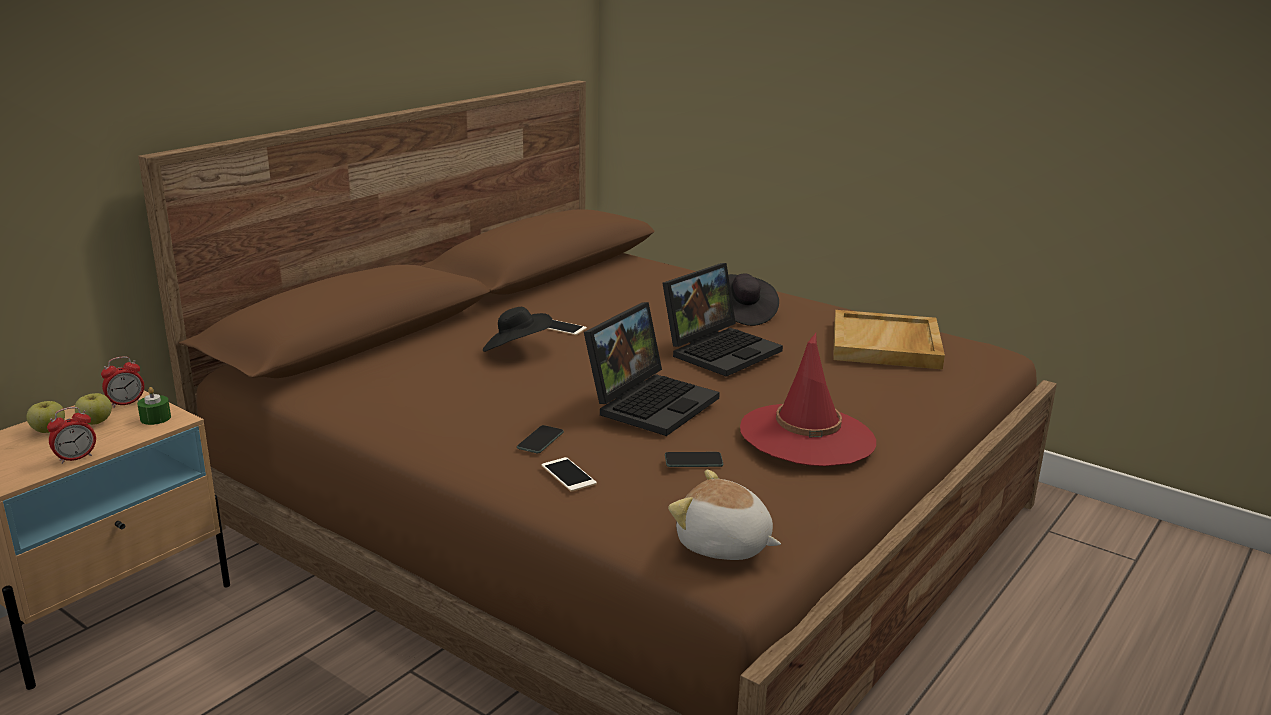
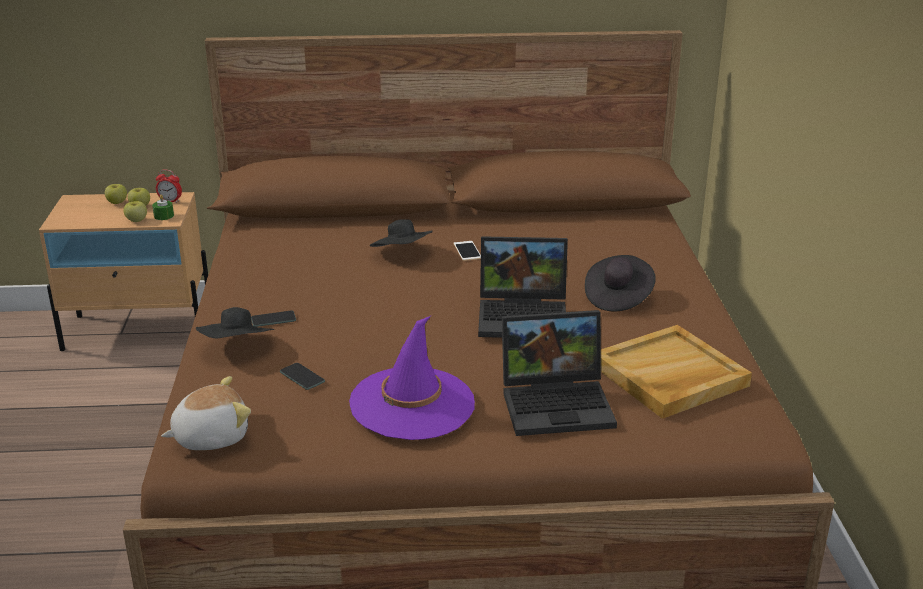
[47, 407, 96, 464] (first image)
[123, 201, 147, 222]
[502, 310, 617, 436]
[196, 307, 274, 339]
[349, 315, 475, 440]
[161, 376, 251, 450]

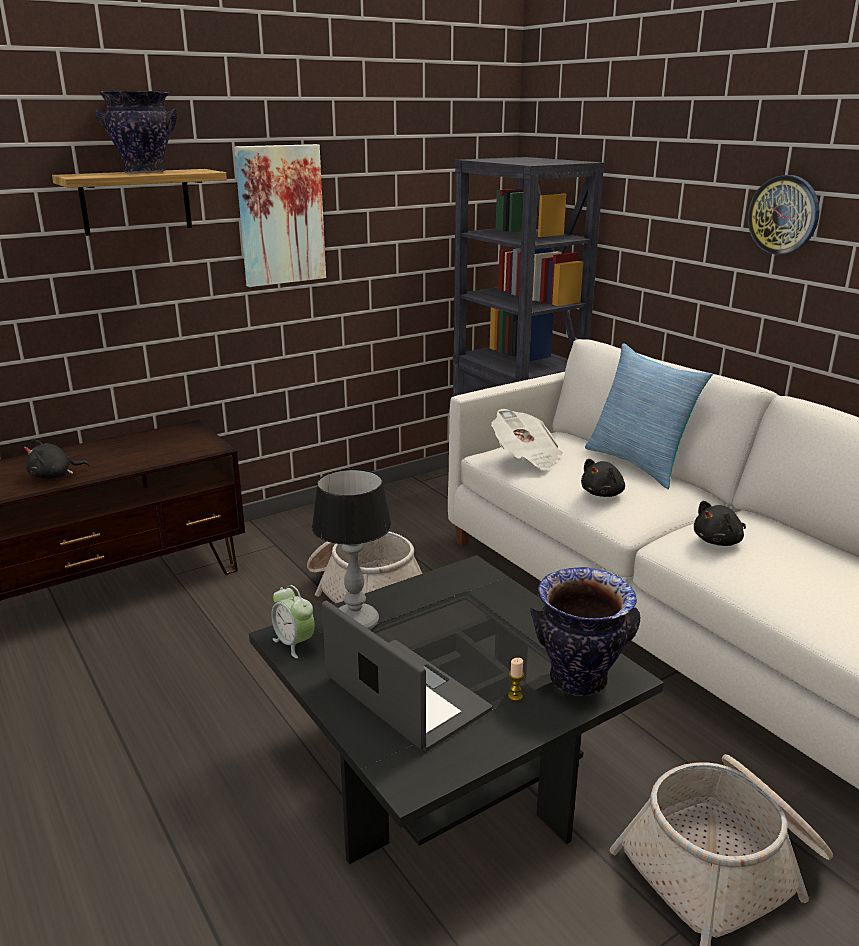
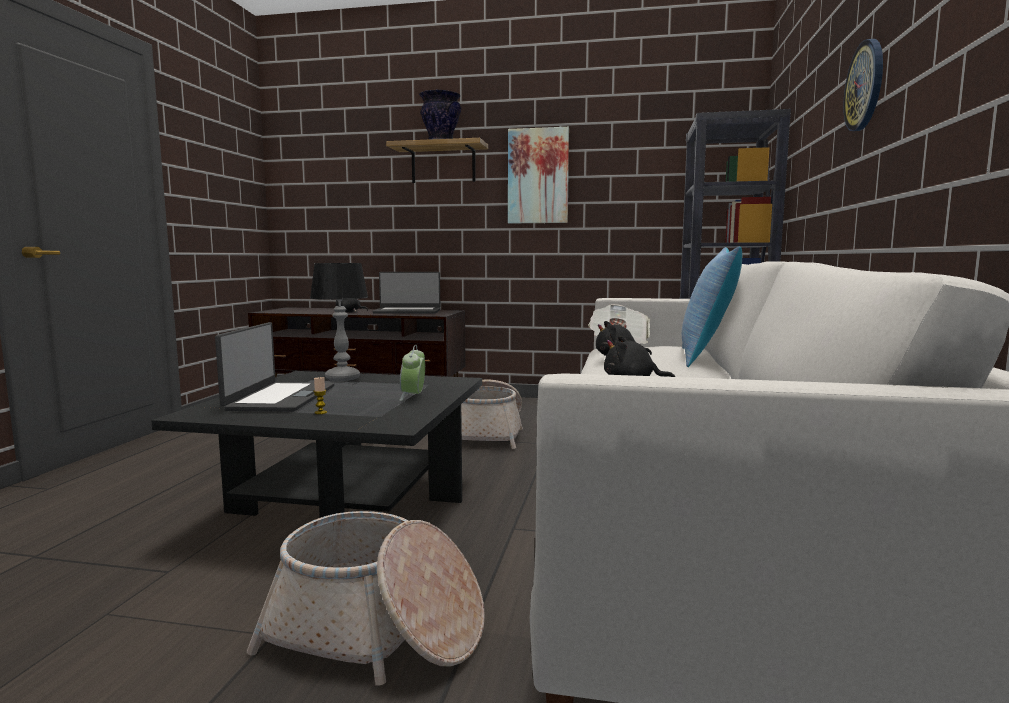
[530, 567, 640, 696] (first image)
[373, 272, 440, 313]
[399, 345, 425, 401]

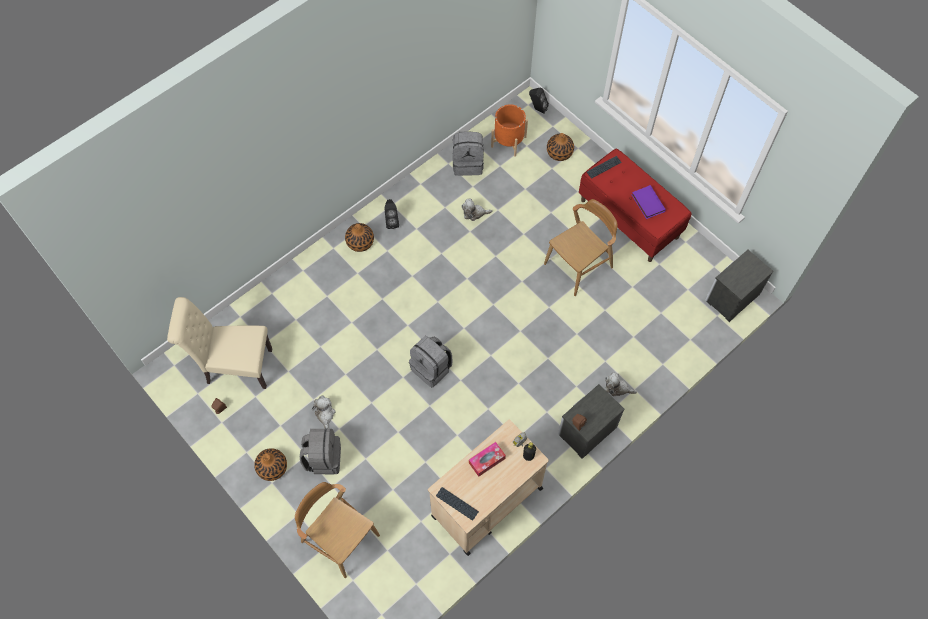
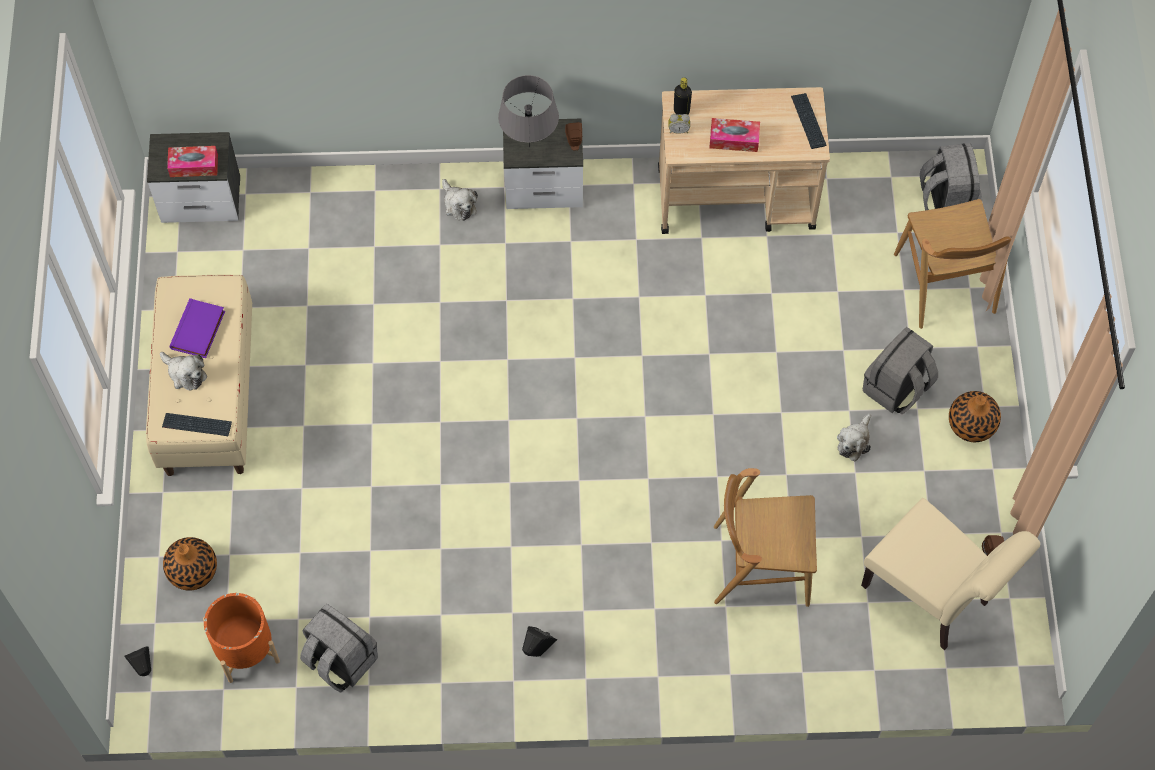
[345, 223, 374, 252] (first image)
[167, 146, 218, 177]
[498, 75, 559, 147]
[920, 143, 982, 211]
[160, 352, 207, 391]
[714, 468, 817, 607]
[146, 274, 252, 476]

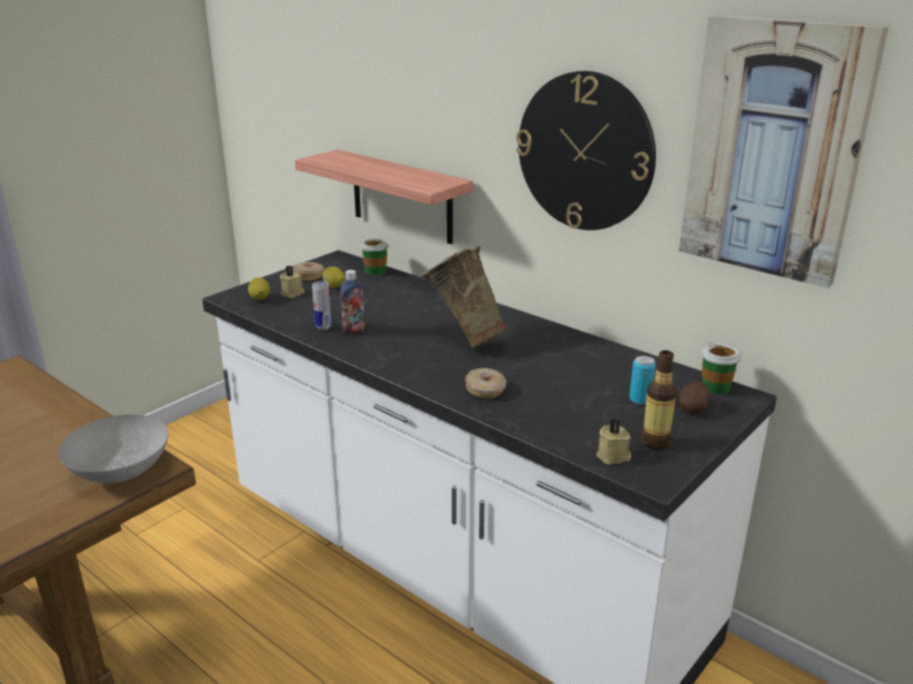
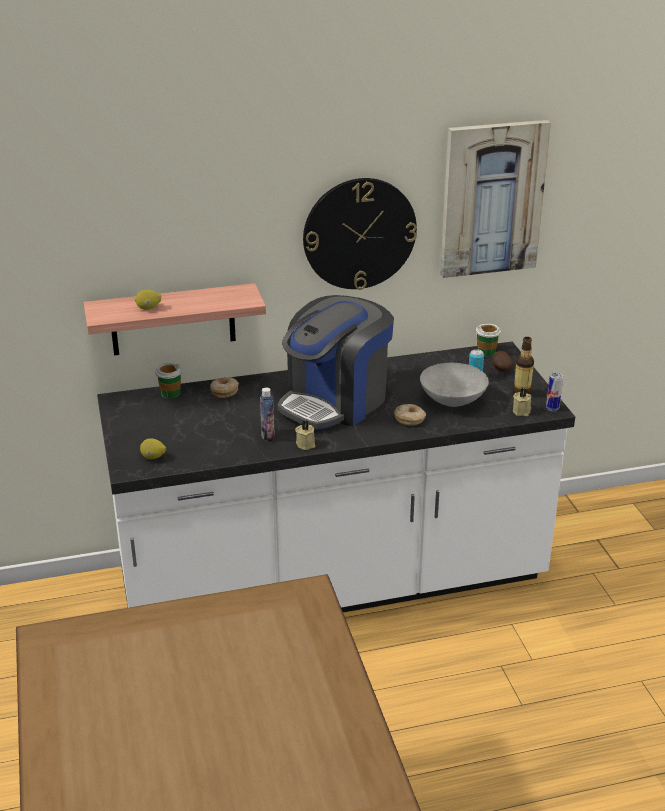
[420, 363, 489, 407]
[296, 421, 315, 450]
[210, 377, 239, 398]
[546, 372, 563, 411]
[134, 290, 161, 310]
[277, 295, 394, 430]

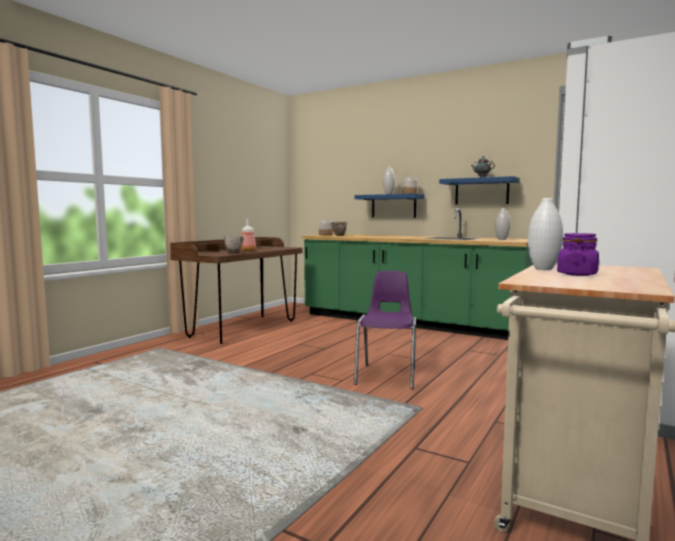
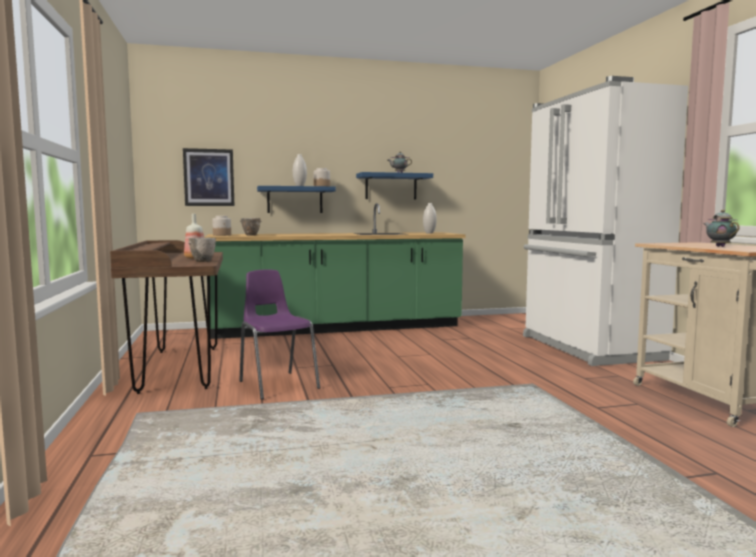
[528, 198, 563, 270] (first image)
[183, 148, 234, 206]
[239, 269, 320, 400]
[704, 210, 740, 247]

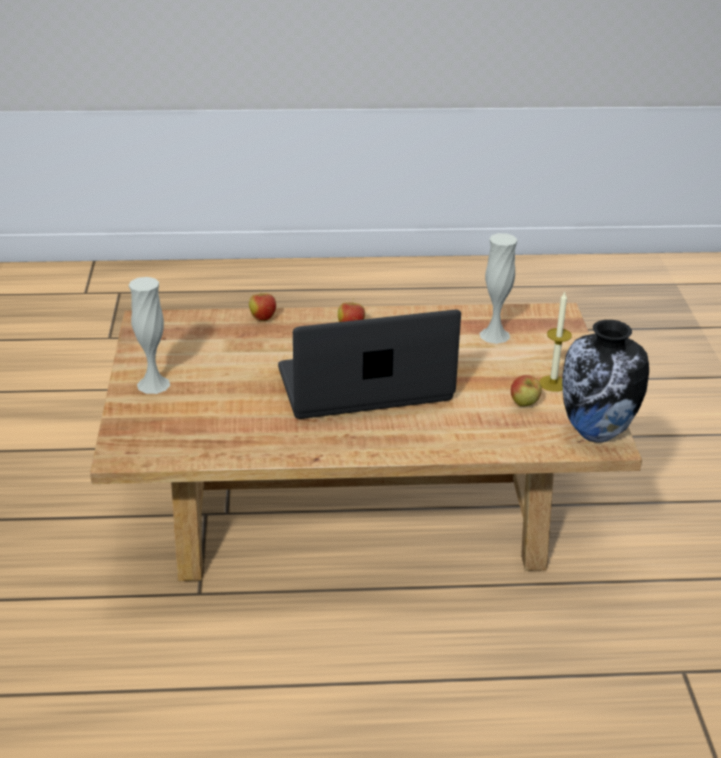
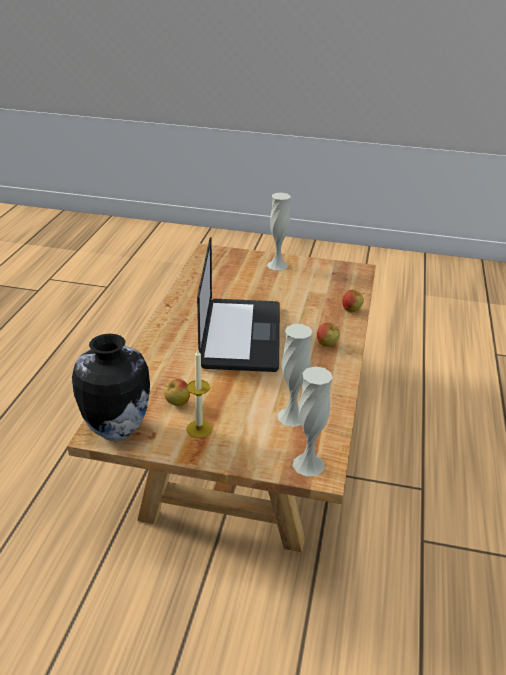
[293, 366, 333, 476]

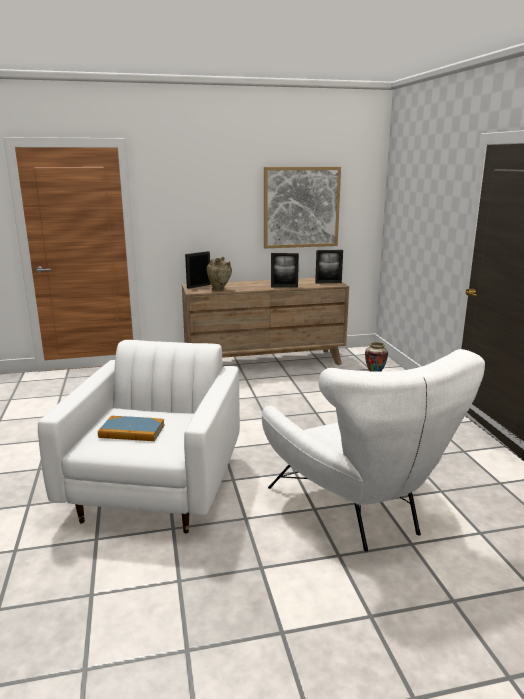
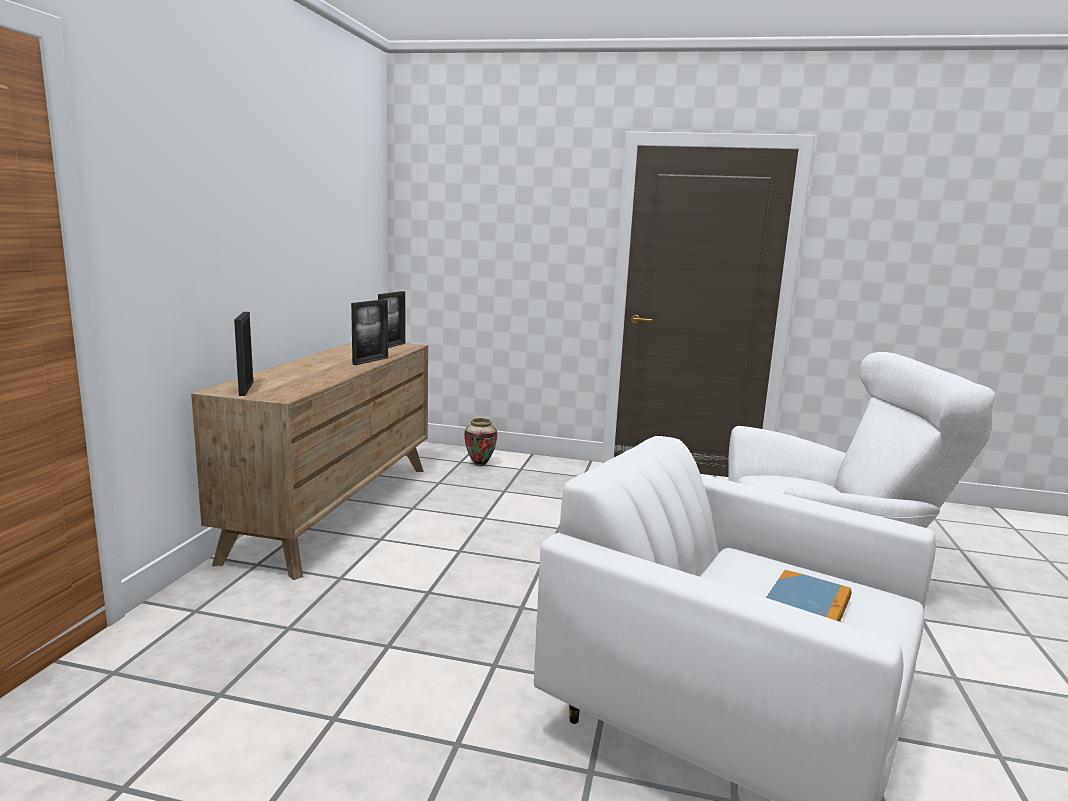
[207, 257, 232, 291] (first image)
[264, 167, 341, 248] (first image)

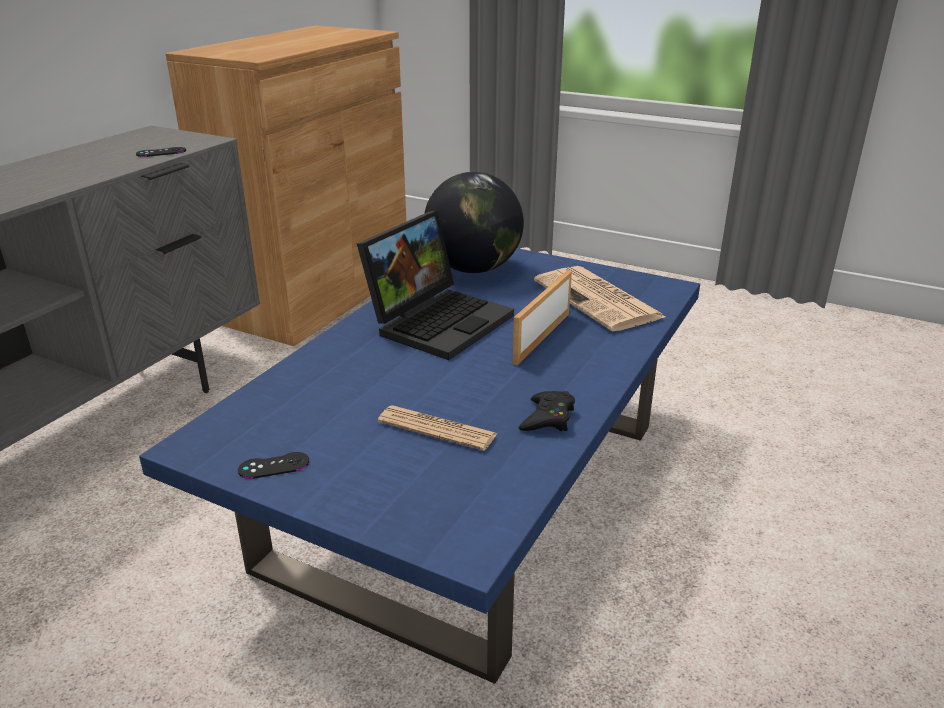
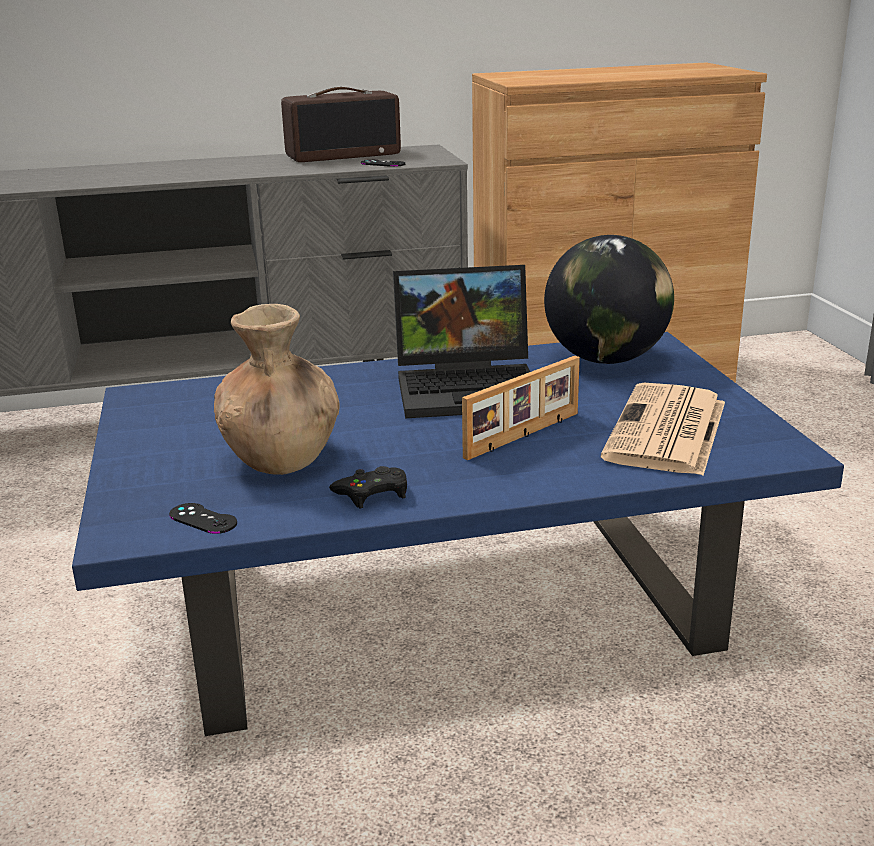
[281, 87, 401, 162]
[169, 503, 237, 534]
[214, 304, 340, 475]
[462, 356, 580, 460]

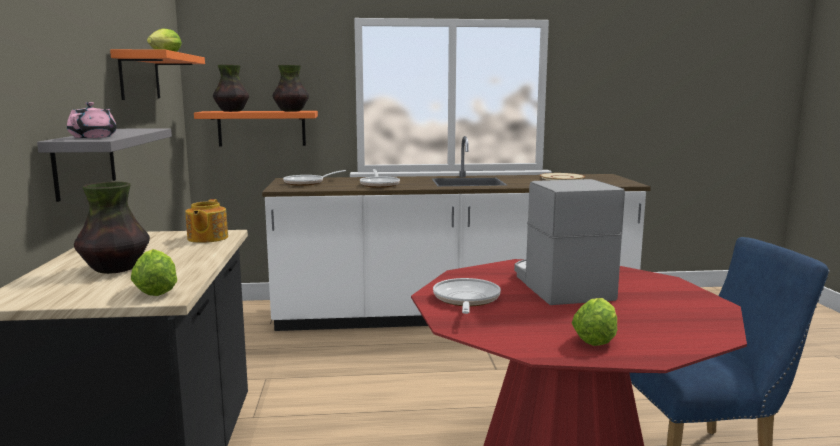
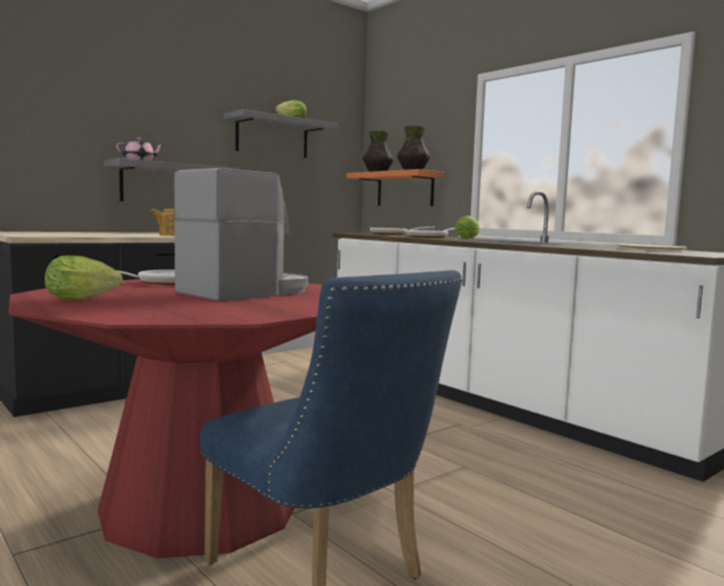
[74, 182, 150, 274] (first image)
[455, 216, 480, 239]
[224, 109, 337, 158]

